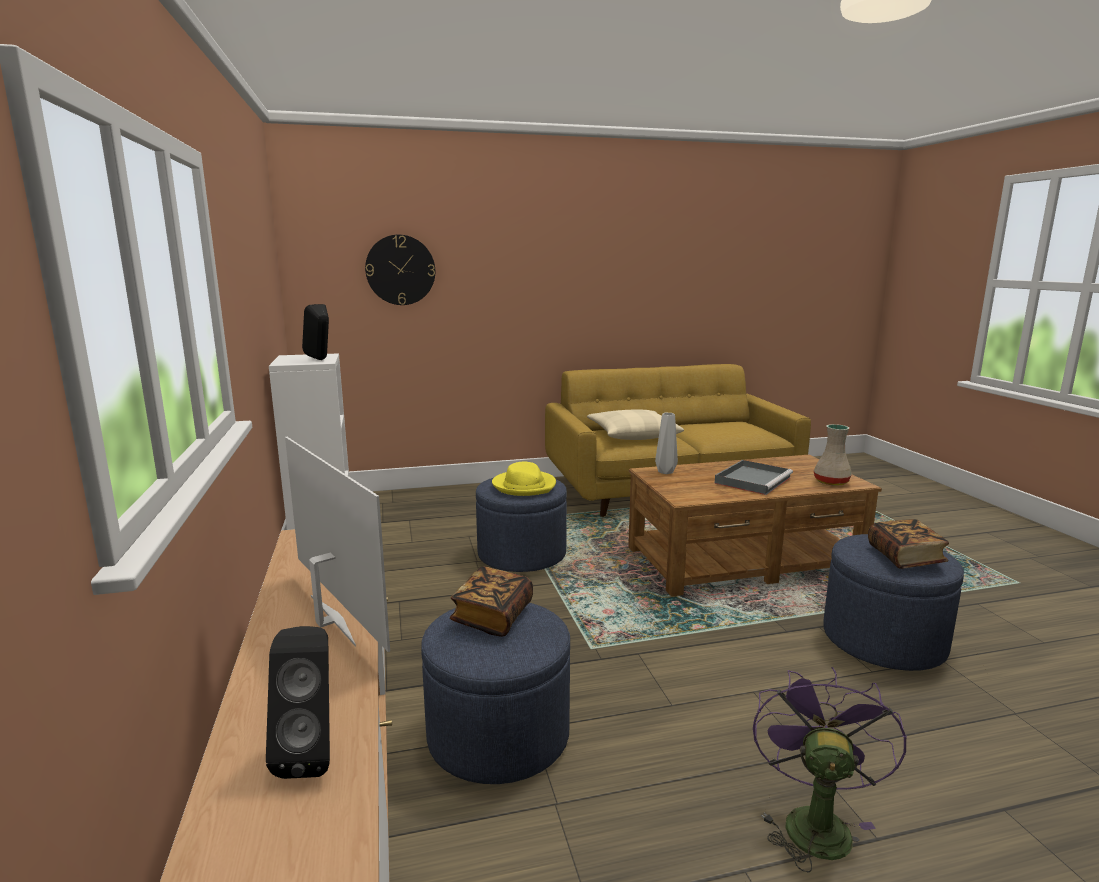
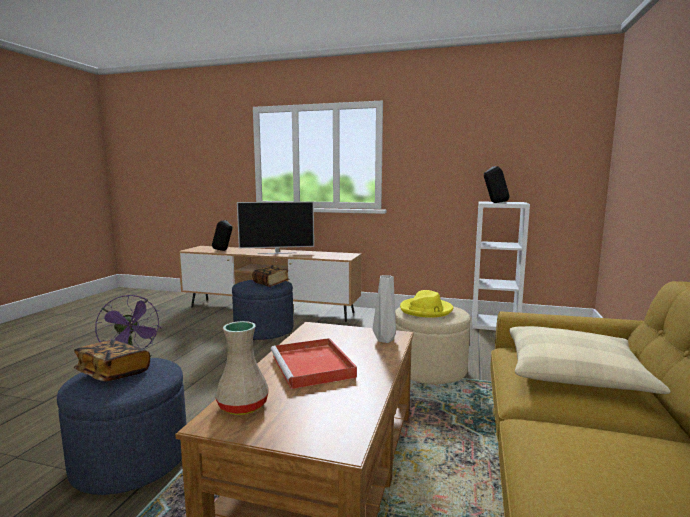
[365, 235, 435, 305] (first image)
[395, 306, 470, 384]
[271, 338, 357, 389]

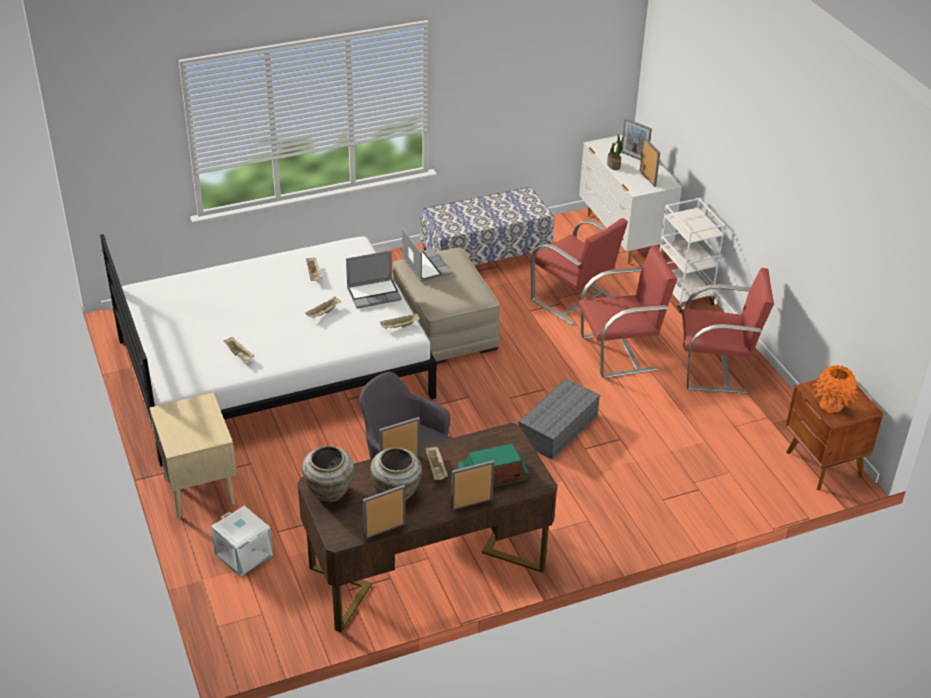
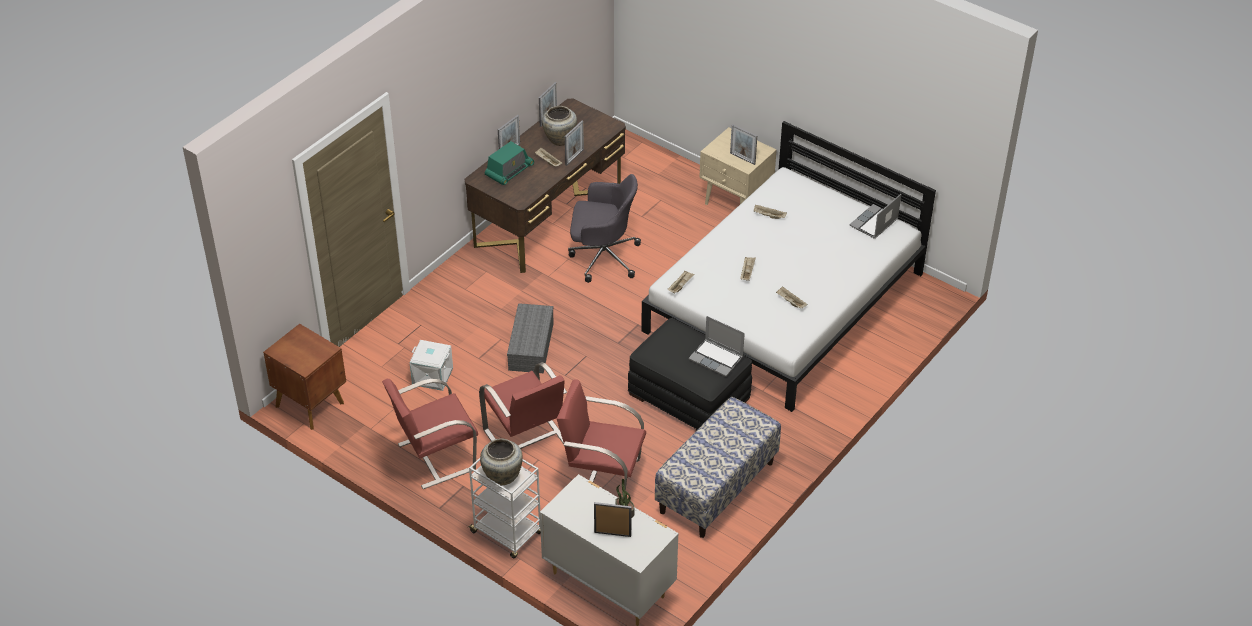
[812, 365, 858, 413] (first image)
[409, 340, 453, 391]
[480, 438, 523, 485]
[850, 194, 901, 239]
[730, 124, 757, 165]
[628, 318, 752, 431]
[479, 362, 567, 449]

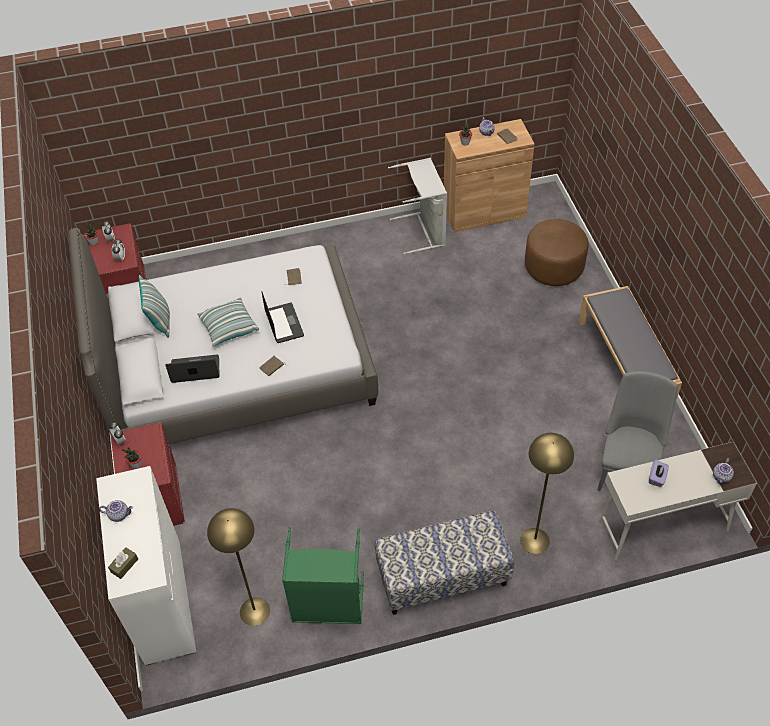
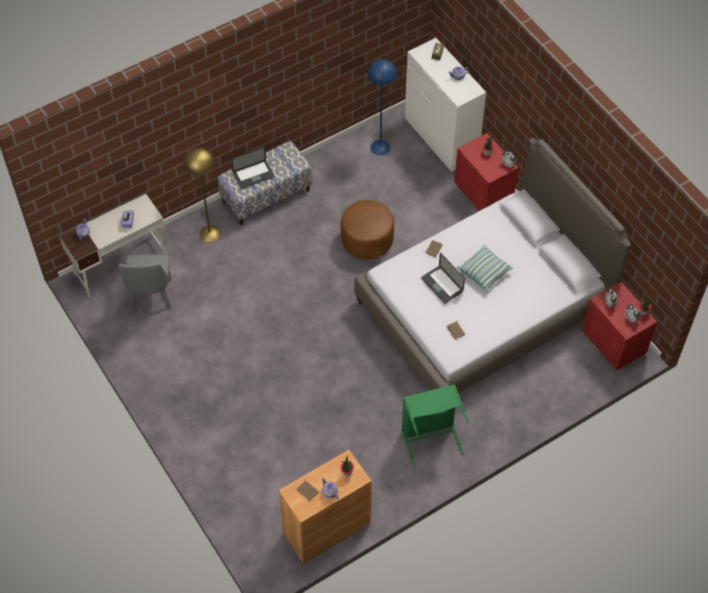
[139, 275, 170, 338] (first image)
[388, 158, 447, 254] (first image)
[578, 286, 682, 403] (first image)
[231, 147, 274, 189]
[401, 384, 468, 468]
[341, 200, 394, 259]
[368, 59, 397, 156]

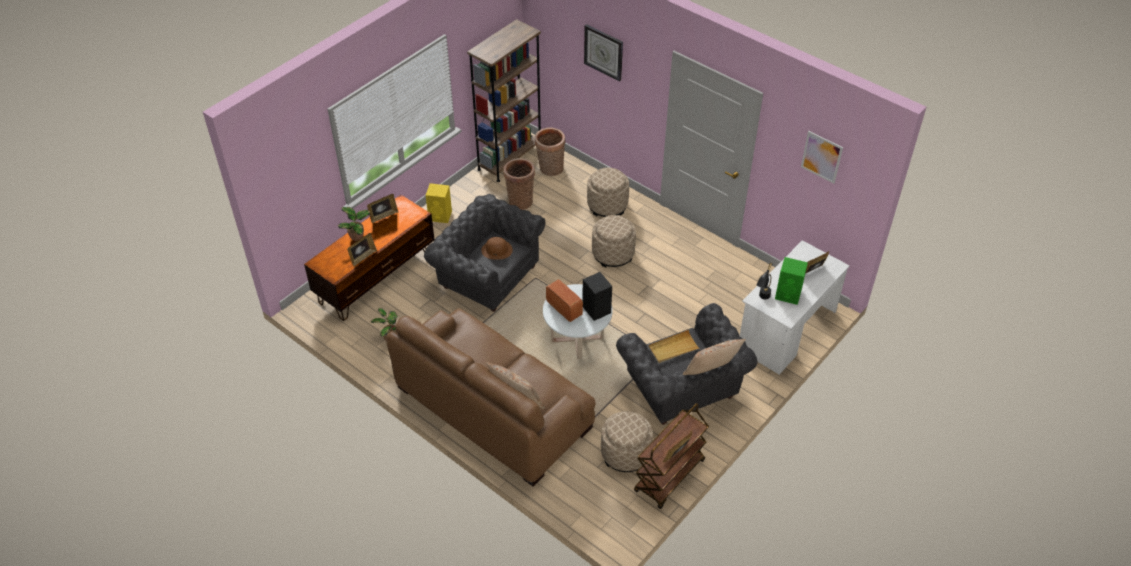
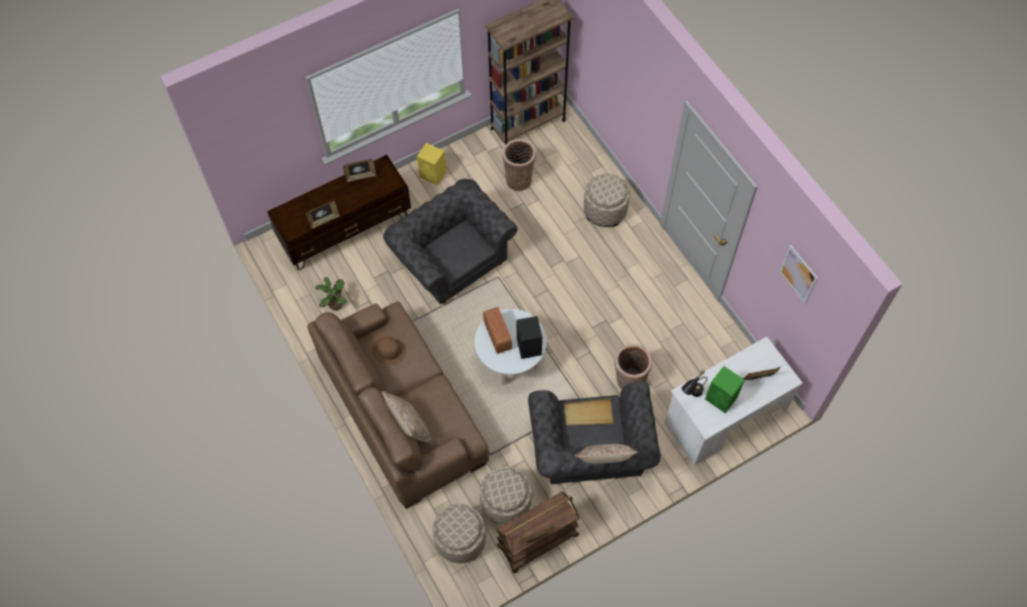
[338, 207, 370, 241] (first image)
[584, 24, 623, 82] (first image)
[372, 336, 406, 365]
[614, 344, 652, 389]
[433, 504, 486, 563]

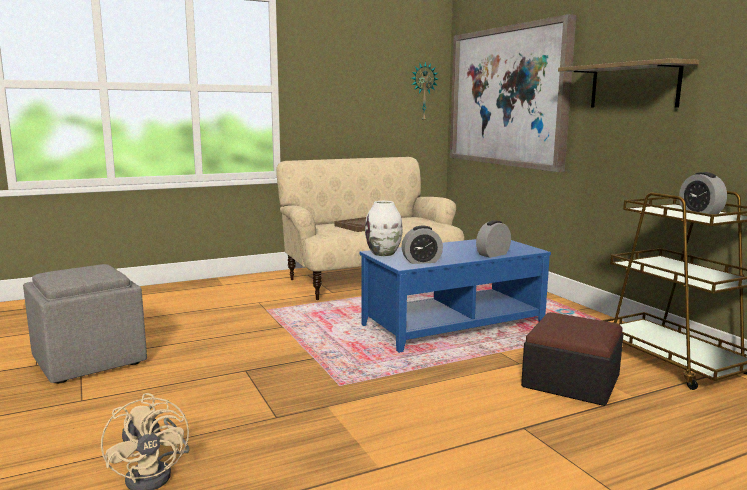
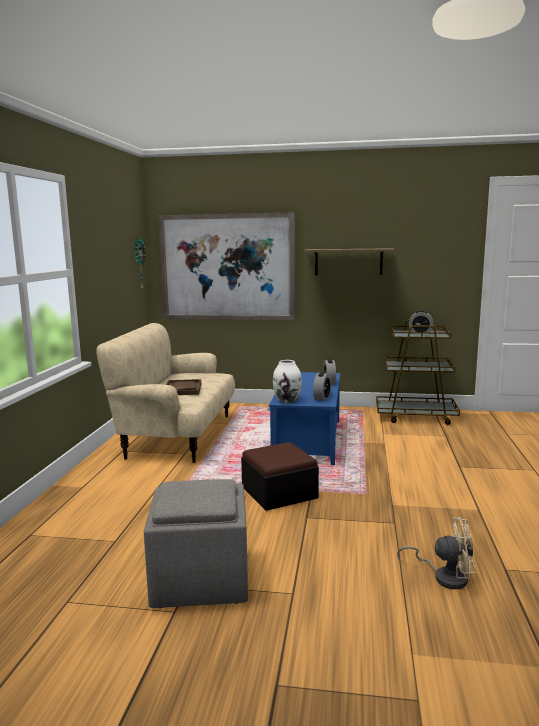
[241, 442, 319, 511]

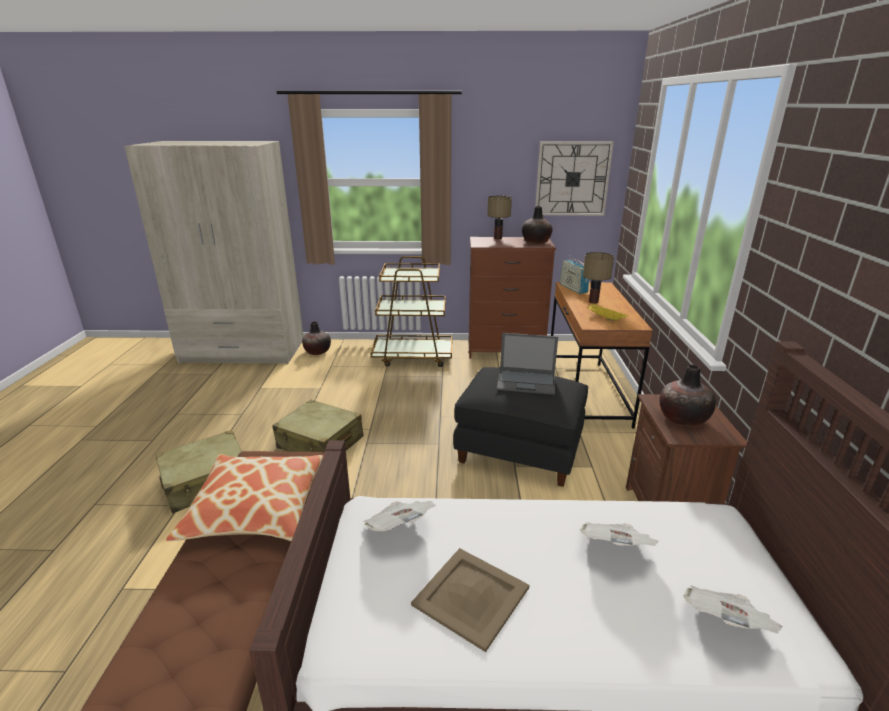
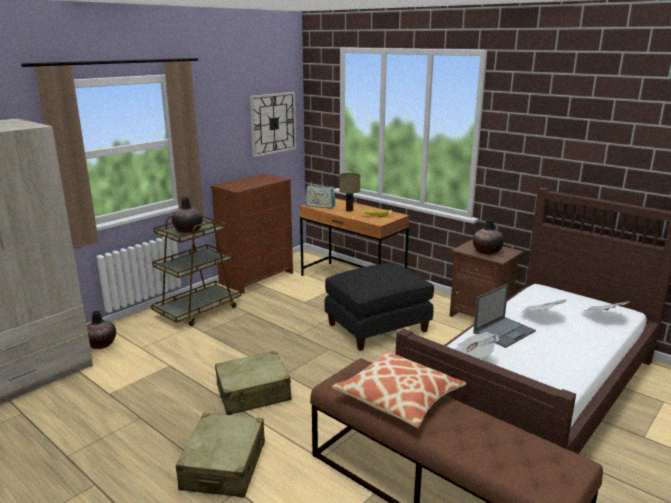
[411, 548, 529, 652] (first image)
[487, 196, 512, 239] (first image)
[473, 284, 536, 348]
[172, 197, 203, 234]

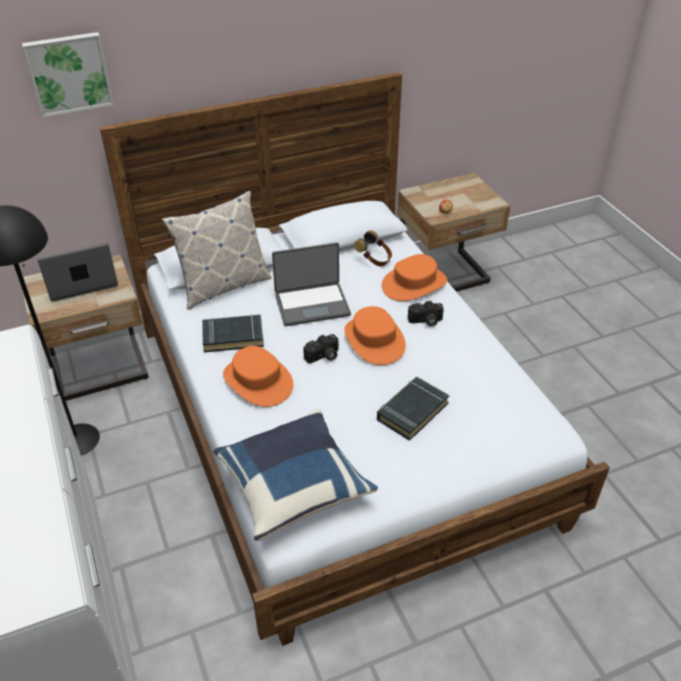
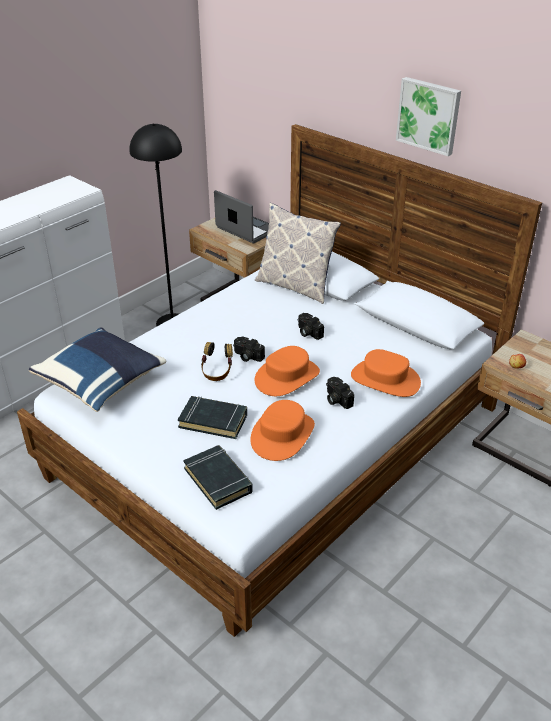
[396, 77, 461, 156]
[183, 445, 253, 510]
[250, 400, 315, 461]
[201, 342, 233, 381]
[297, 313, 324, 340]

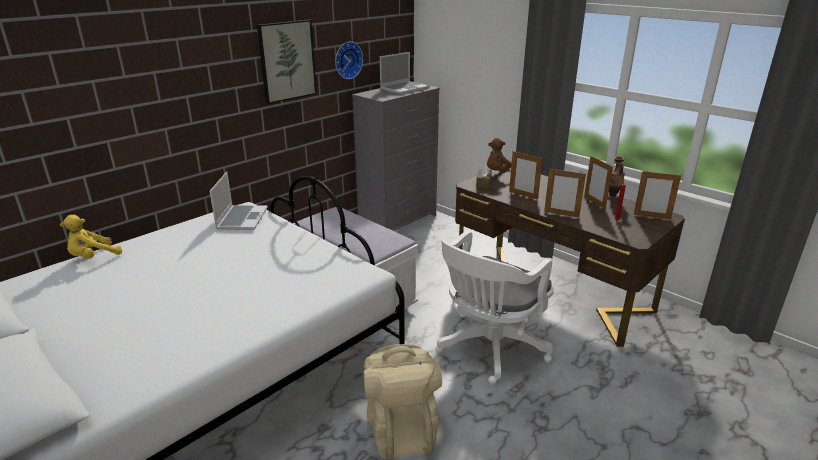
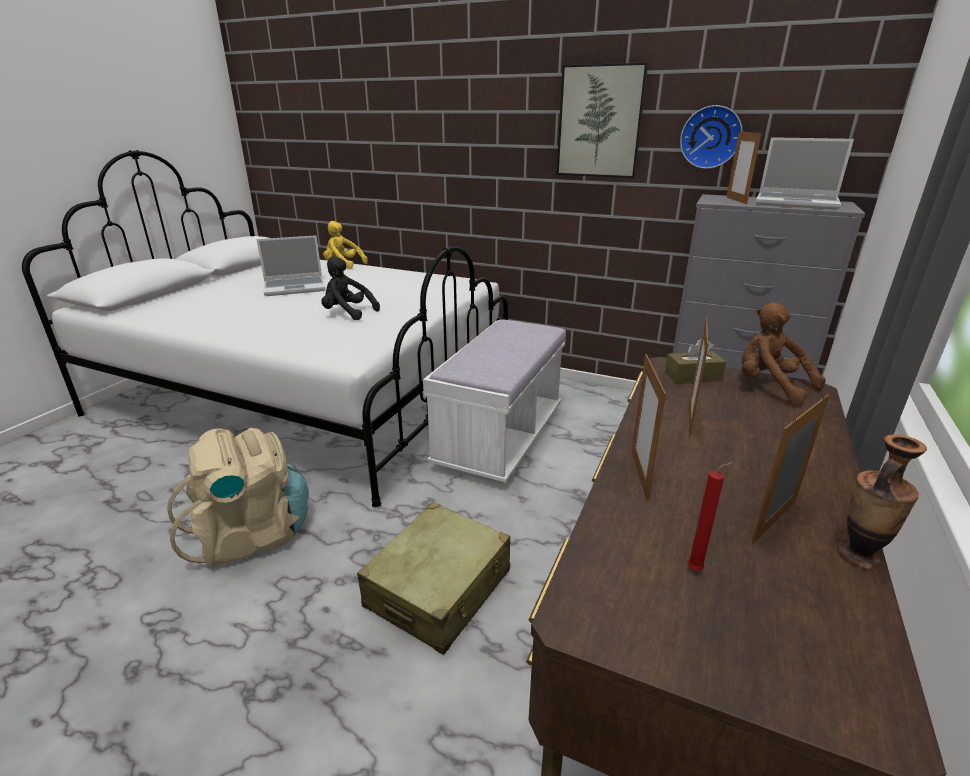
[321, 256, 380, 320]
[257, 235, 325, 296]
[726, 129, 762, 204]
[357, 502, 510, 655]

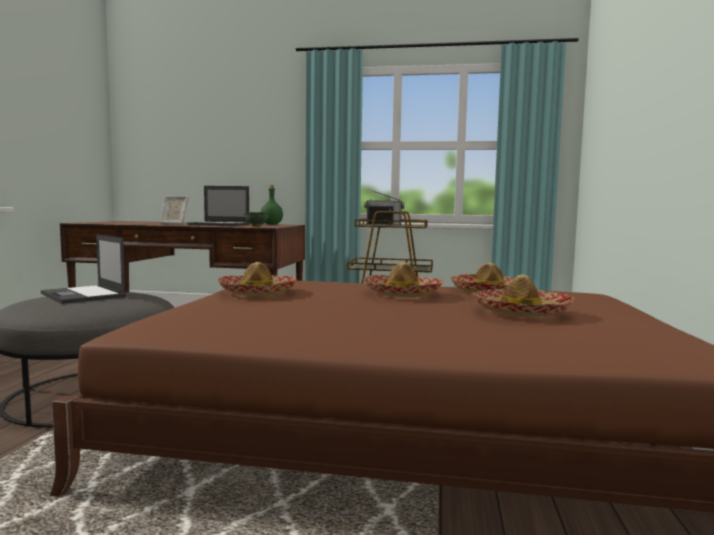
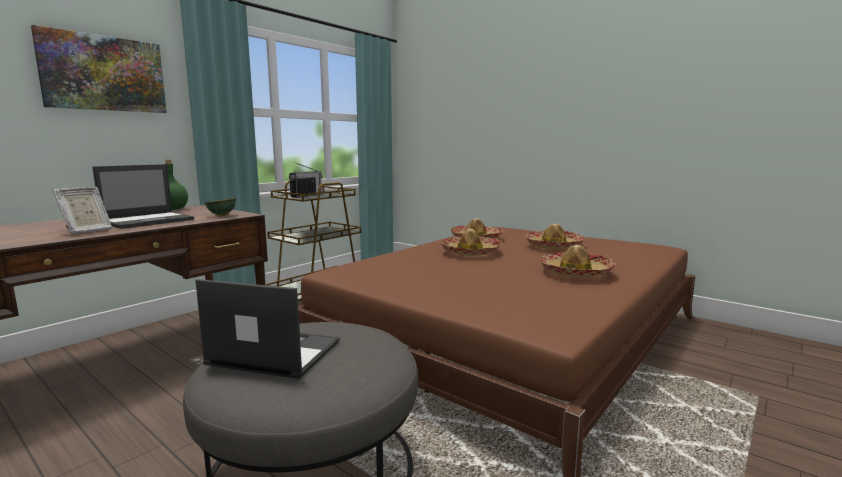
[31, 25, 167, 113]
[539, 245, 616, 277]
[195, 279, 340, 379]

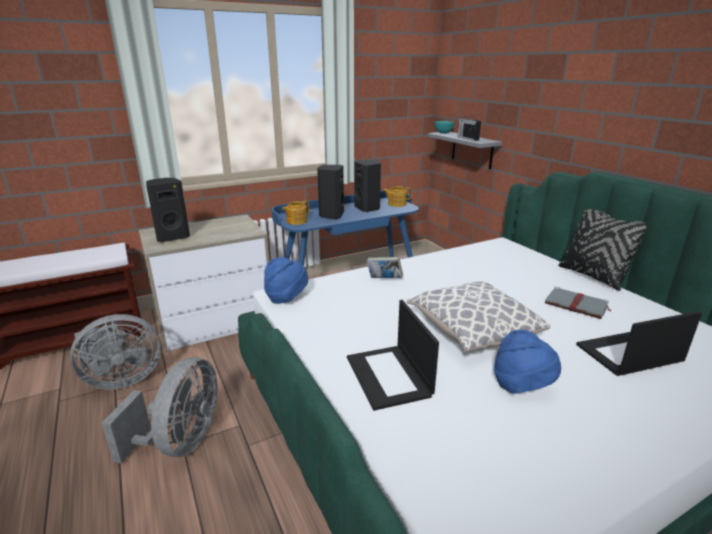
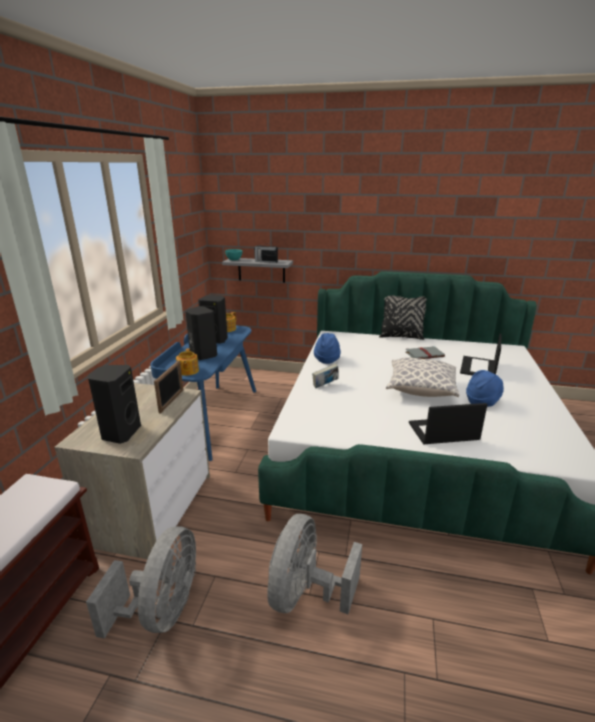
[154, 361, 183, 414]
[314, 333, 341, 364]
[267, 514, 362, 614]
[409, 403, 488, 444]

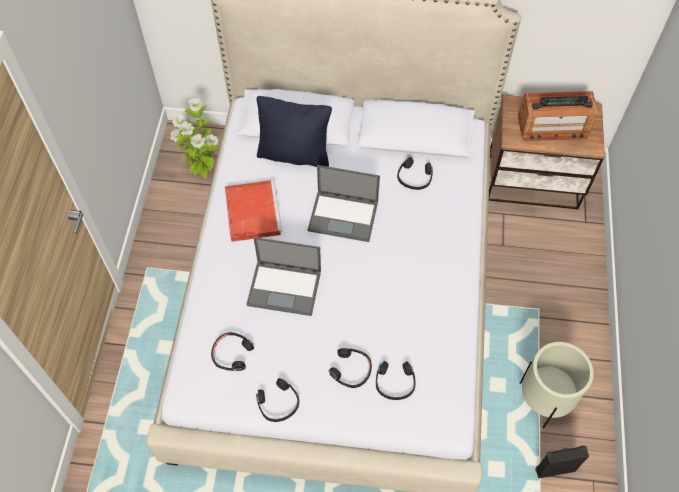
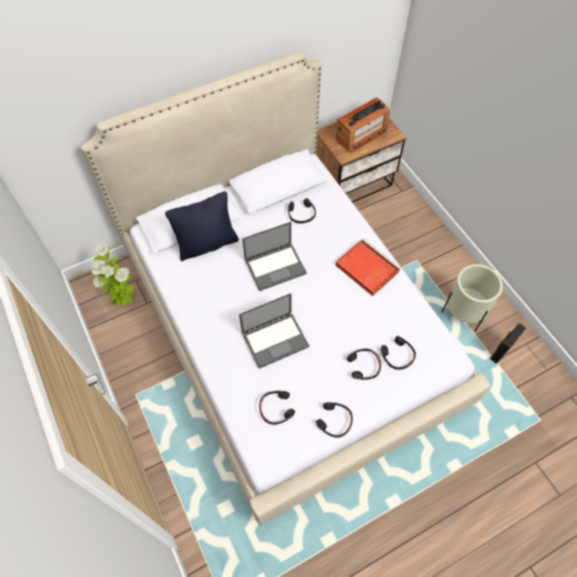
[335, 238, 401, 296]

